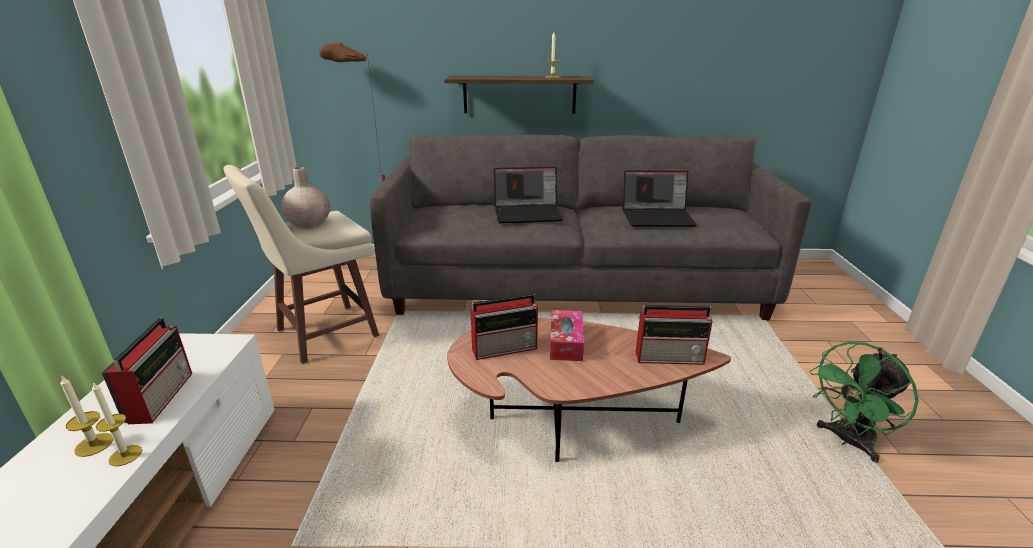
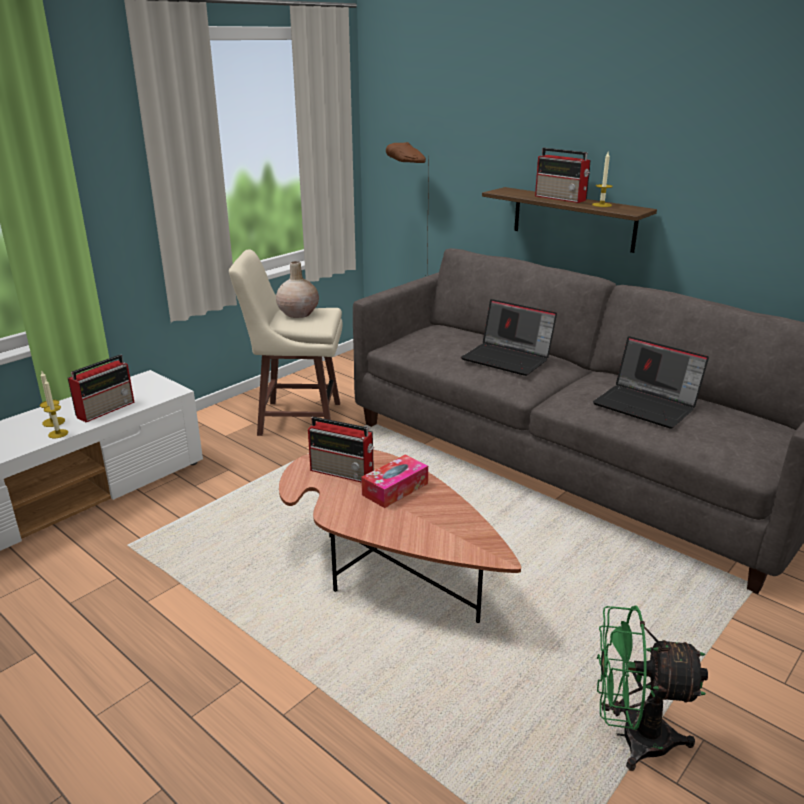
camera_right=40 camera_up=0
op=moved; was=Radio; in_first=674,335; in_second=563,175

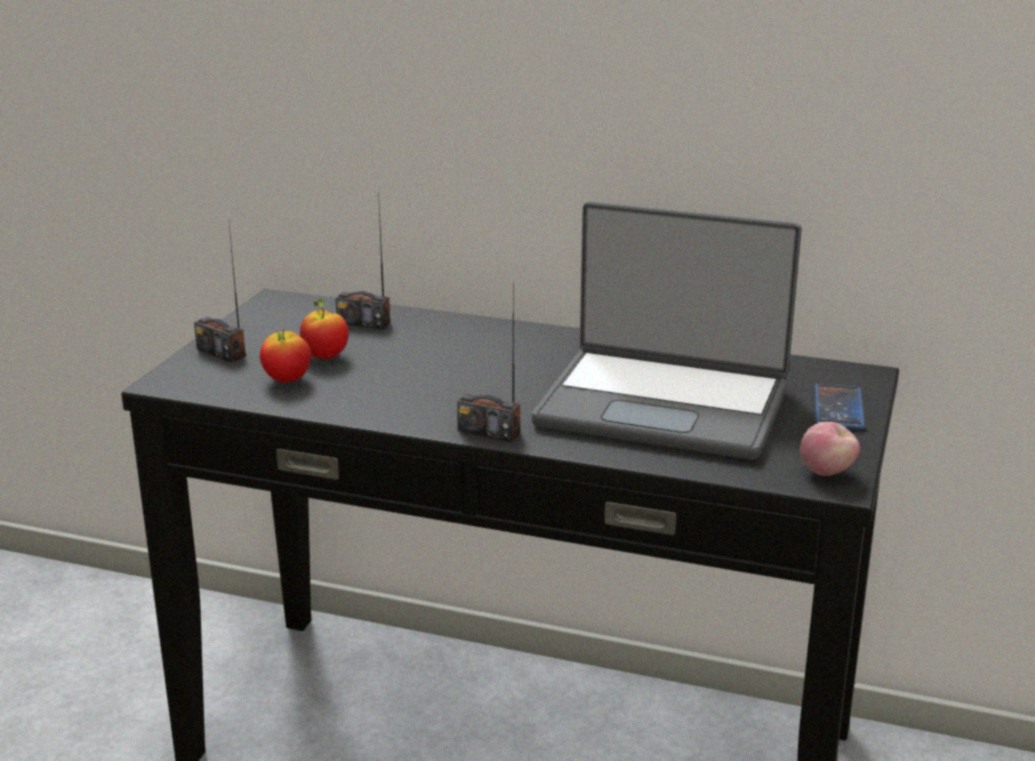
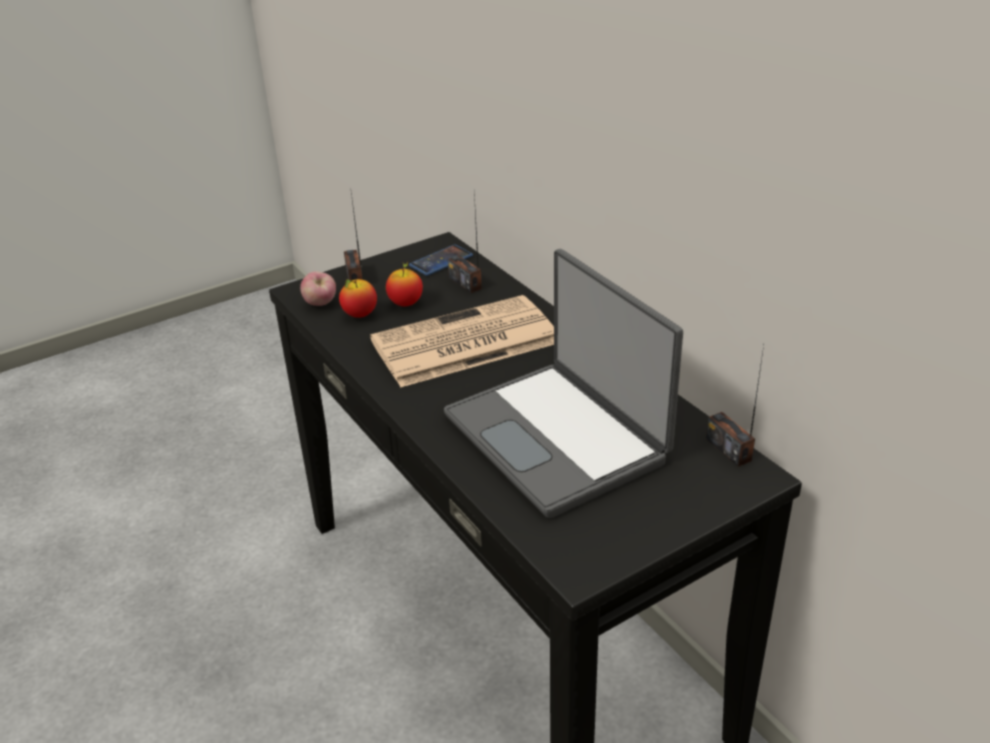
camera_right=40 camera_up=10
op=moved; was=Apfel; in_first=830,449; in_second=318,288
op=added; now=Zeitung; in_second=462,341
op=moved; was=Handy; in_first=840,406; in_second=441,260
op=moved; was=Radio; in_first=488,367; in_second=735,406

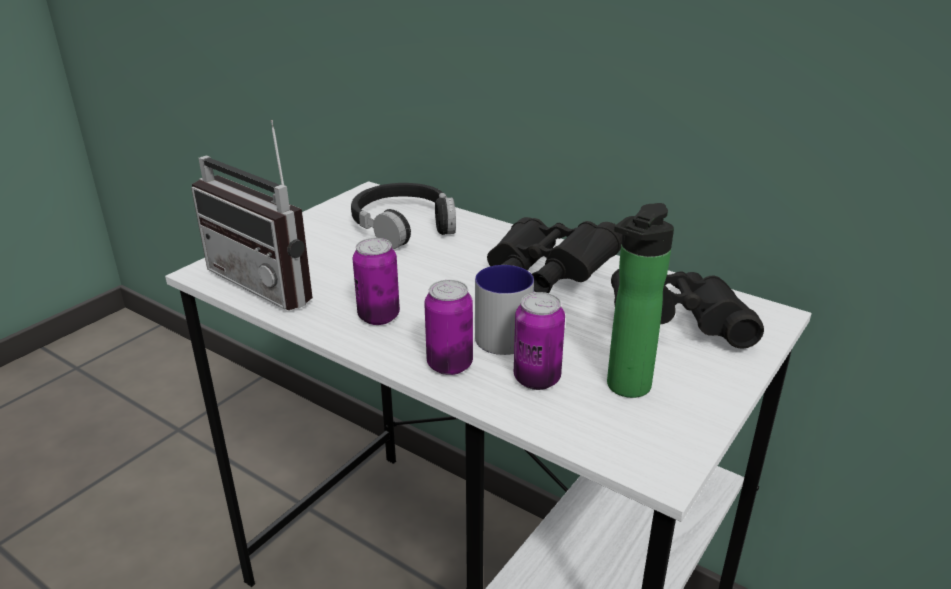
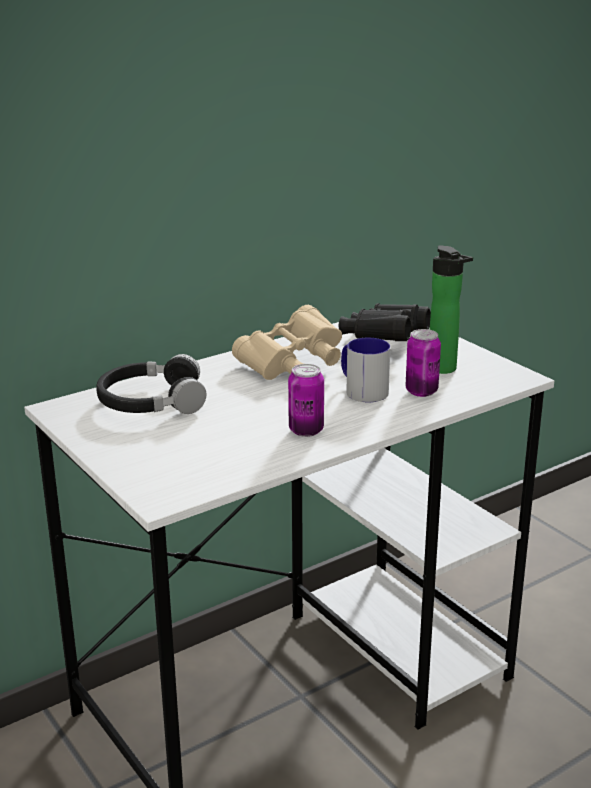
camera_right=-70 camera_up=-5
op=recoloured; was=Fernglas (schwarz); now=Fernglas (beige); in_first=554,255; in_second=287,342
op=removed; was=Radio; in_first=252,215
op=removed; was=Dose; in_first=448,327

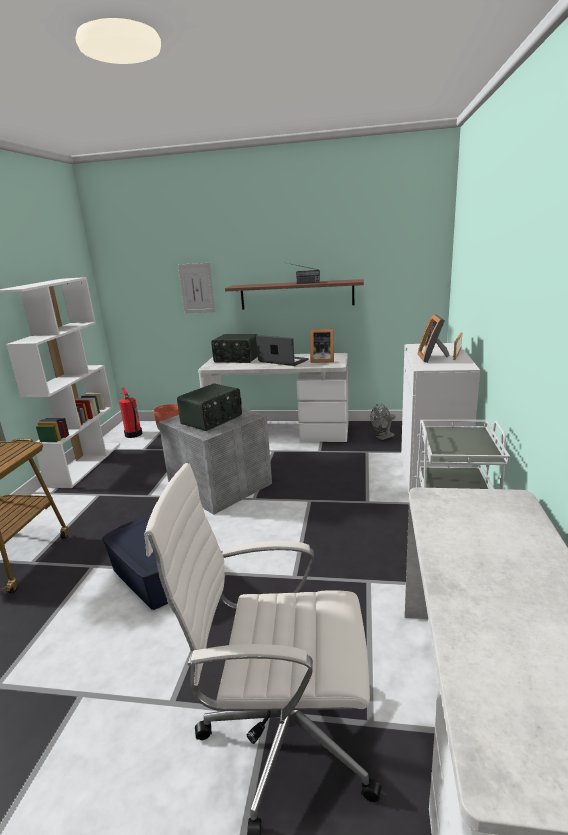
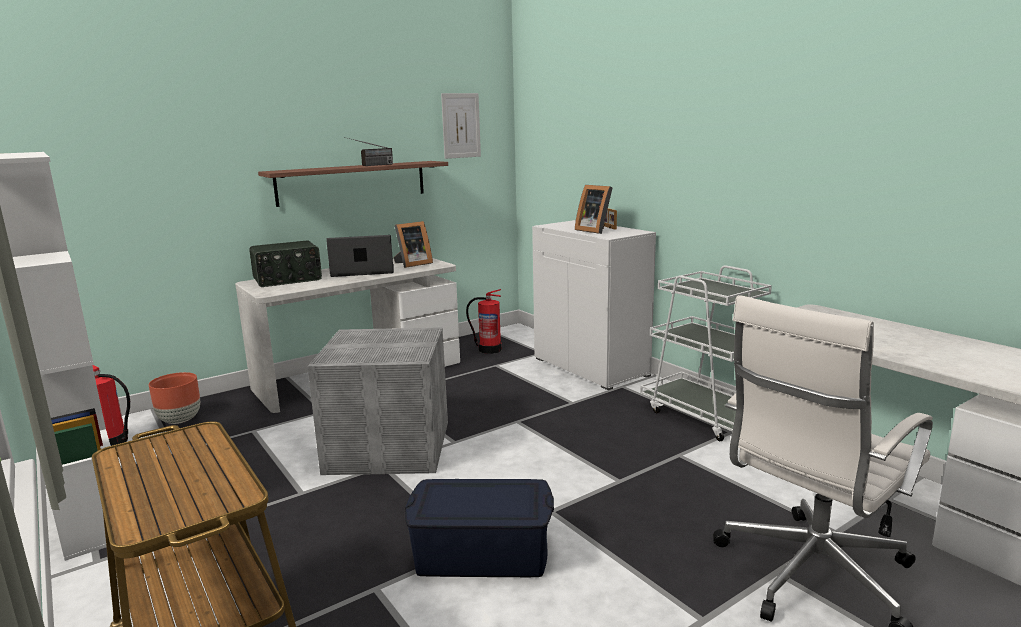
camera_right=-45 camera_up=-5
op=moved; was=Bild; in_first=197,288; in_second=461,126
op=replaced; was=Ventilator (grau); now=Feuerlöscher; in_first=382,422; in_second=484,321
op=removed; was=Radio; in_first=209,407

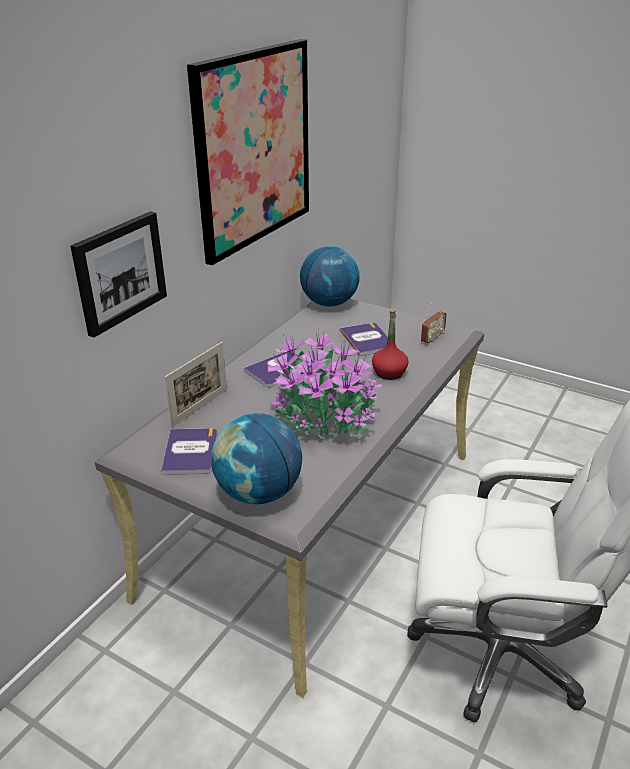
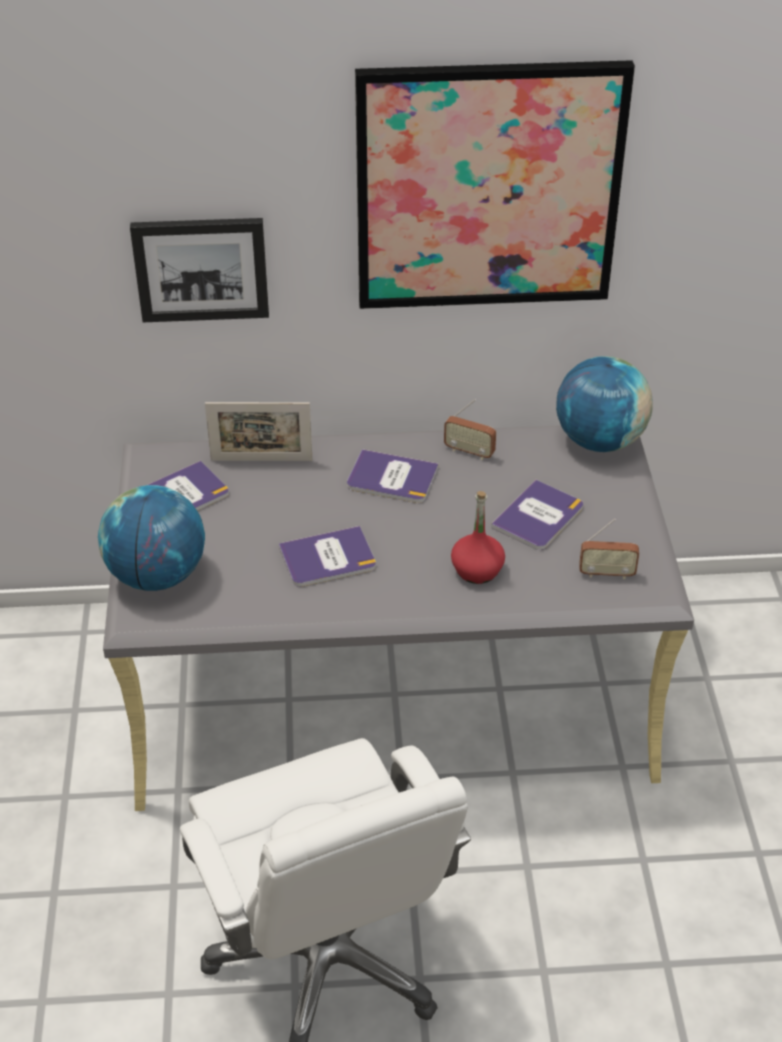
camera_right=55 camera_up=10
op=replaced; was=Topfpflanze; now=Buch; in_first=325,383; in_second=327,556
op=added; now=Radio; in_second=470,429

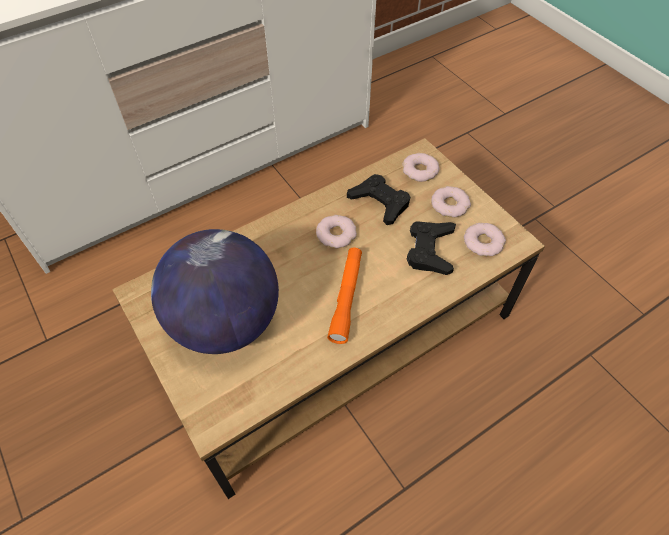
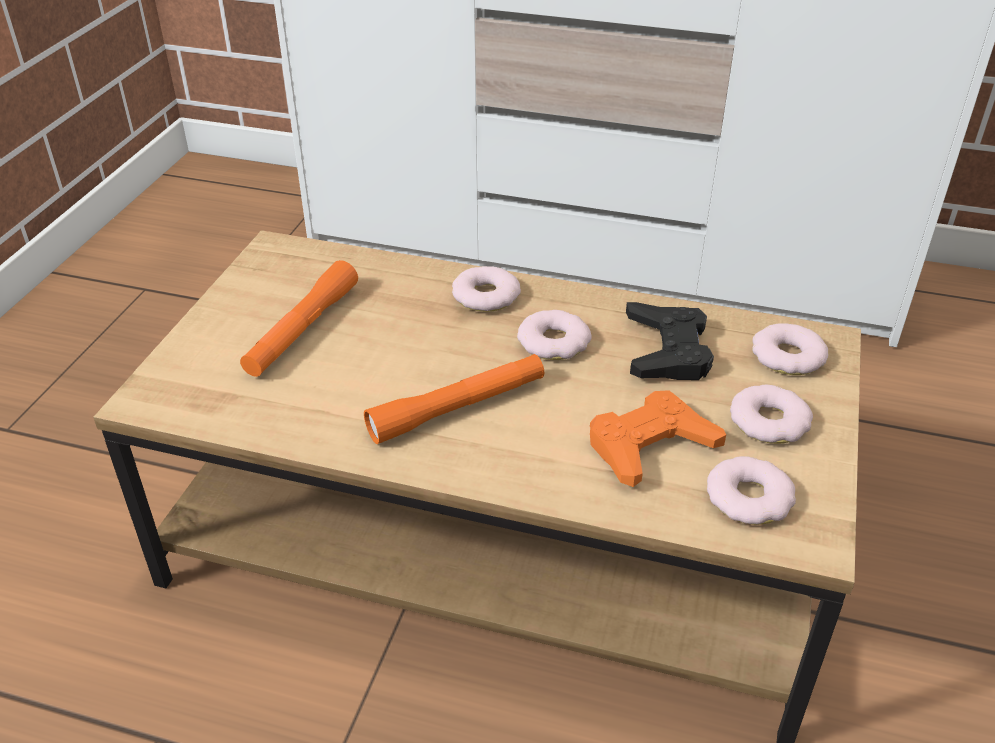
camera_right=50 camera_up=-15
op=replaced; was=Globus; now=Taschenlampe (orange); in_first=215,291; in_second=299,318
op=added; now=Donut; in_second=486,289
op=recoloured; was=Gamepad (schwarz); now=Gamepad (orange); in_first=431,248; in_second=658,438

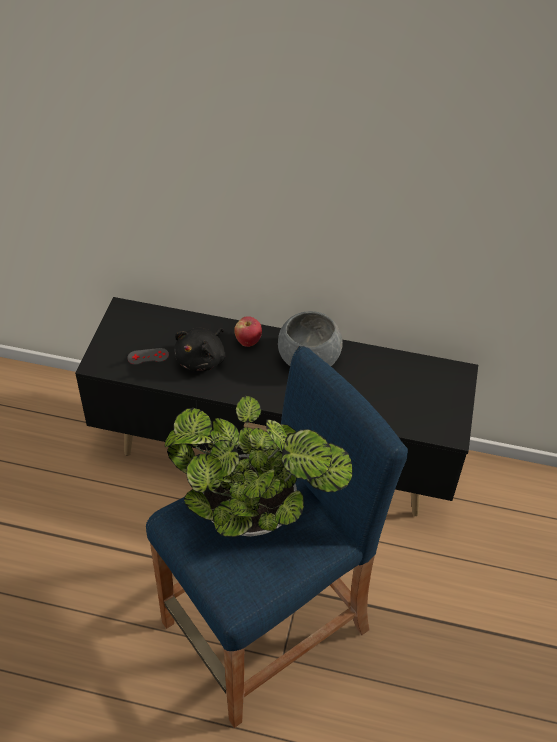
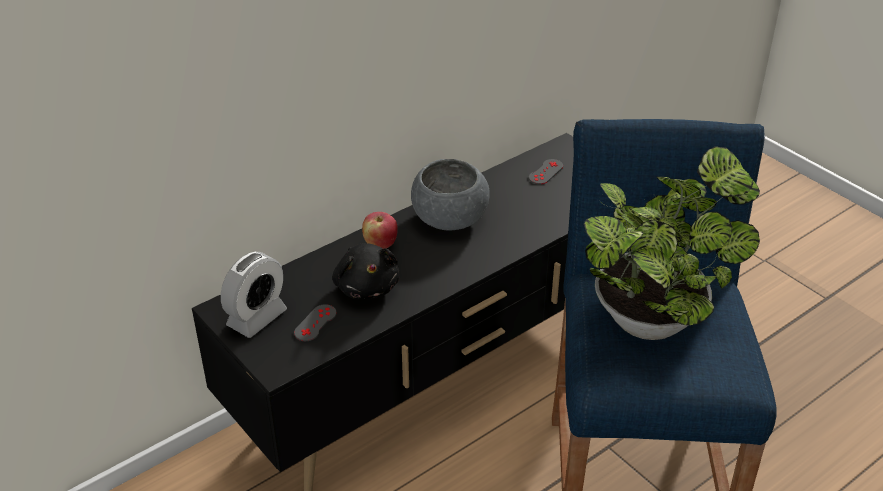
camera_right=-50 camera_up=-10
op=added; now=Wecker; in_second=254,295
op=added; now=Gamepad (grau); in_second=546,172

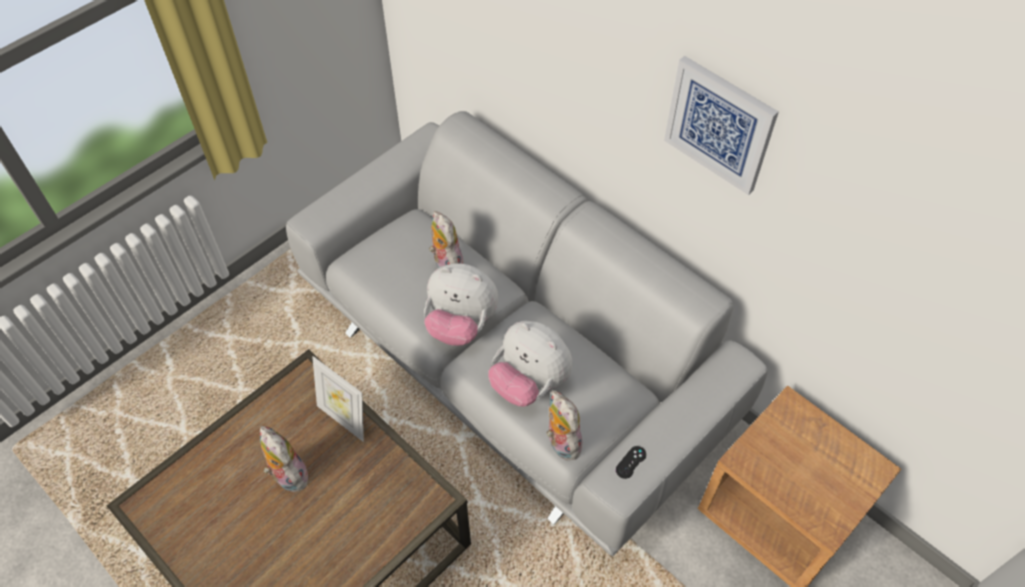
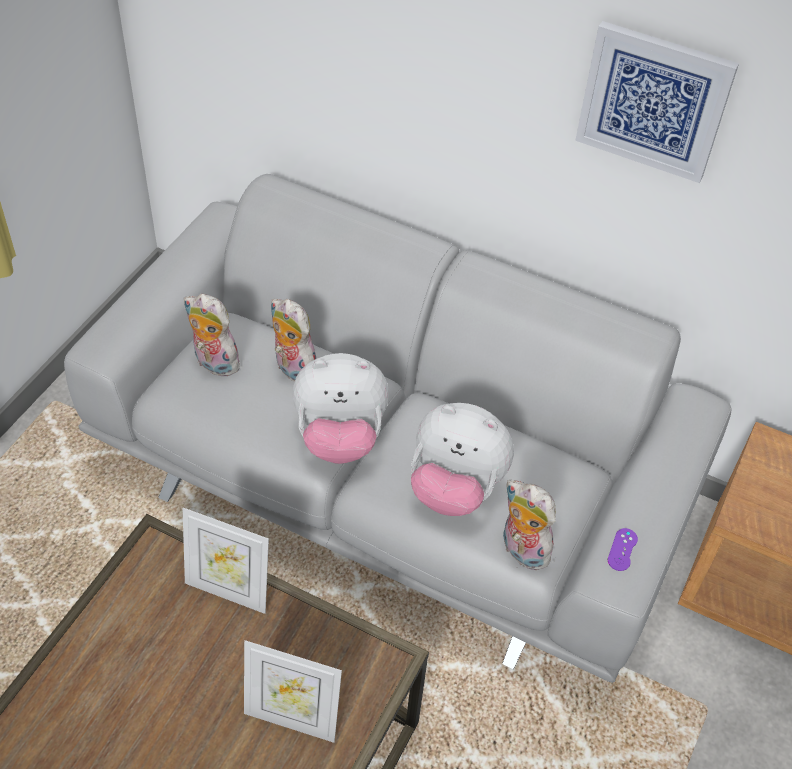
camera_right=-20 camera_up=-5
op=moved; was=Plüschtier; in_first=284,459; in_second=214,335
op=added; now=Bilderrahmen; in_second=293,691
op=recoloured; was=Gamepad (schwarz); now=Gamepad (lila); in_first=631,462; in_second=623,549

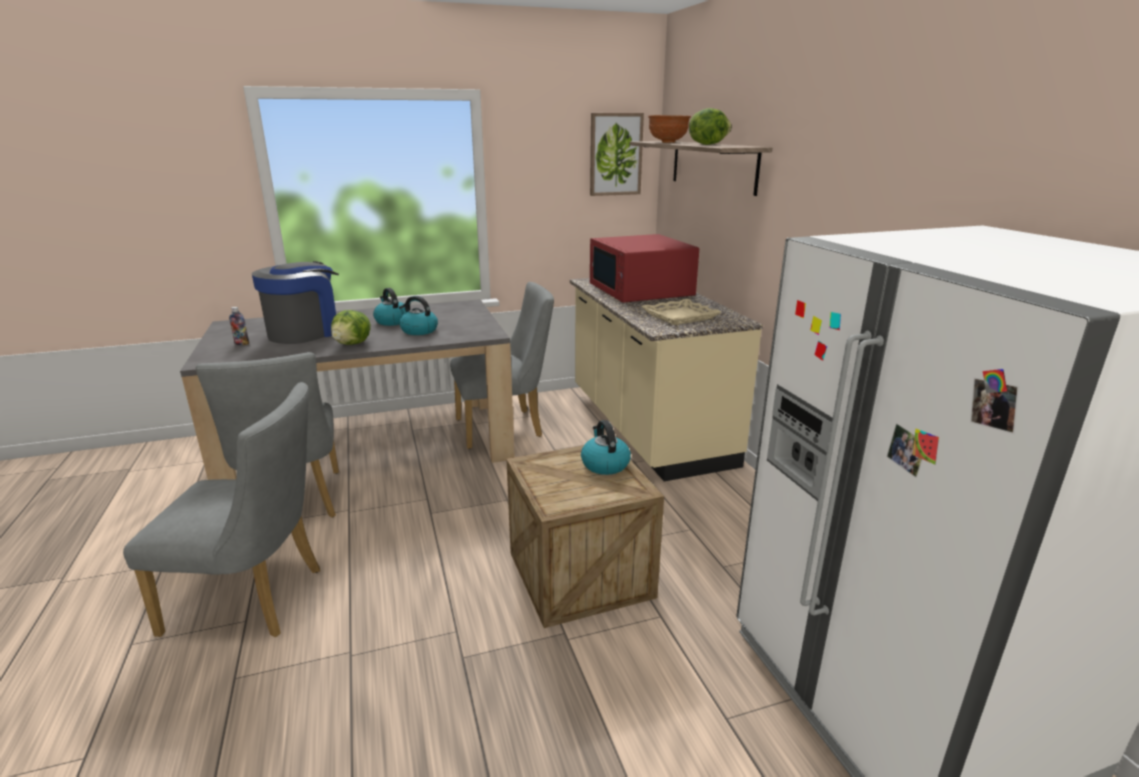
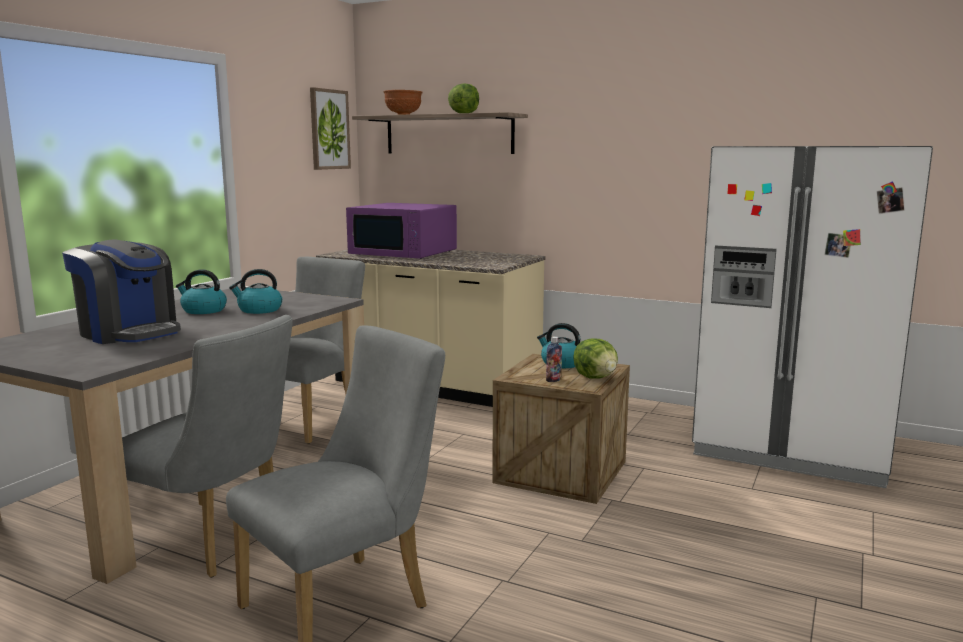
camera_right=-45 camera_up=-10
op=turned; was=Kaffeemaschine; in_first=295,302; in_second=121,292; clockwise=135
op=recoloured; was=Mikrowelle (rot); now=Mikrowelle (lila); in_first=644,268; in_second=401,231
op=moved; was=Flasche; in_first=239,326; in_second=554,359
op=moved; was=Salatkopf; in_first=351,327; in_second=595,358
op=removed; was=Tablett (beige); in_first=681,312

